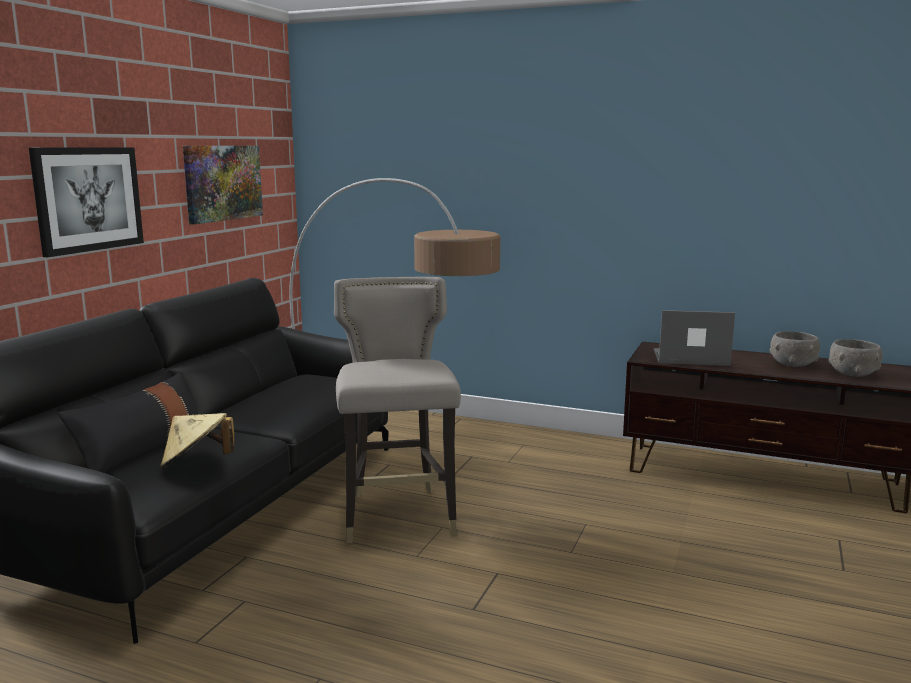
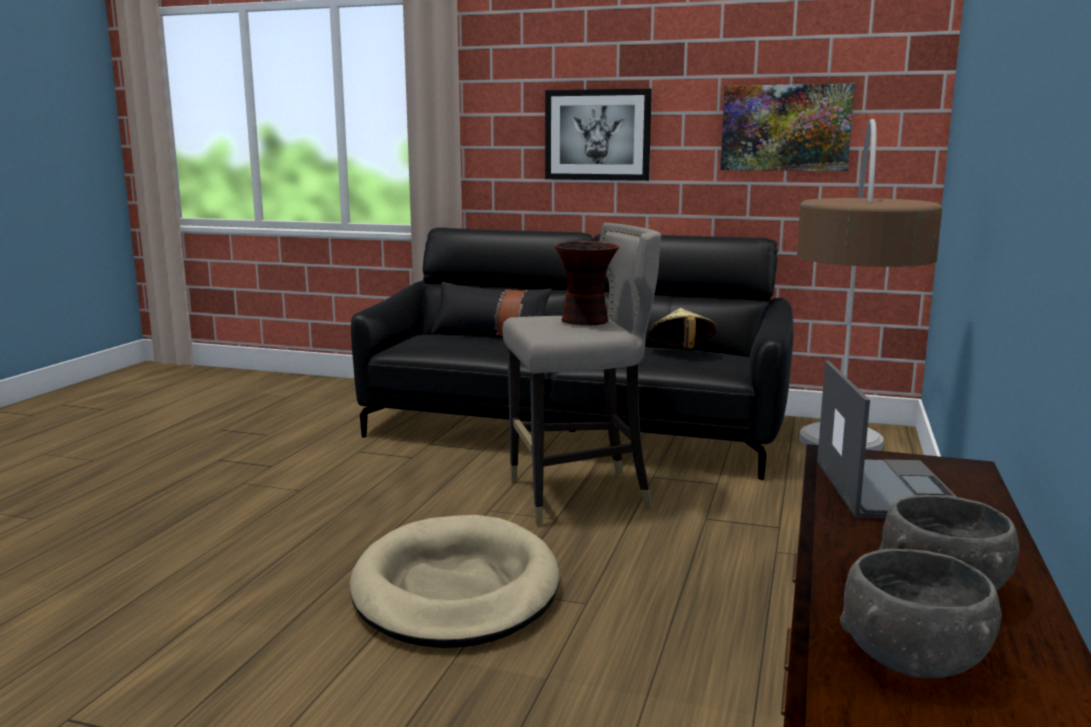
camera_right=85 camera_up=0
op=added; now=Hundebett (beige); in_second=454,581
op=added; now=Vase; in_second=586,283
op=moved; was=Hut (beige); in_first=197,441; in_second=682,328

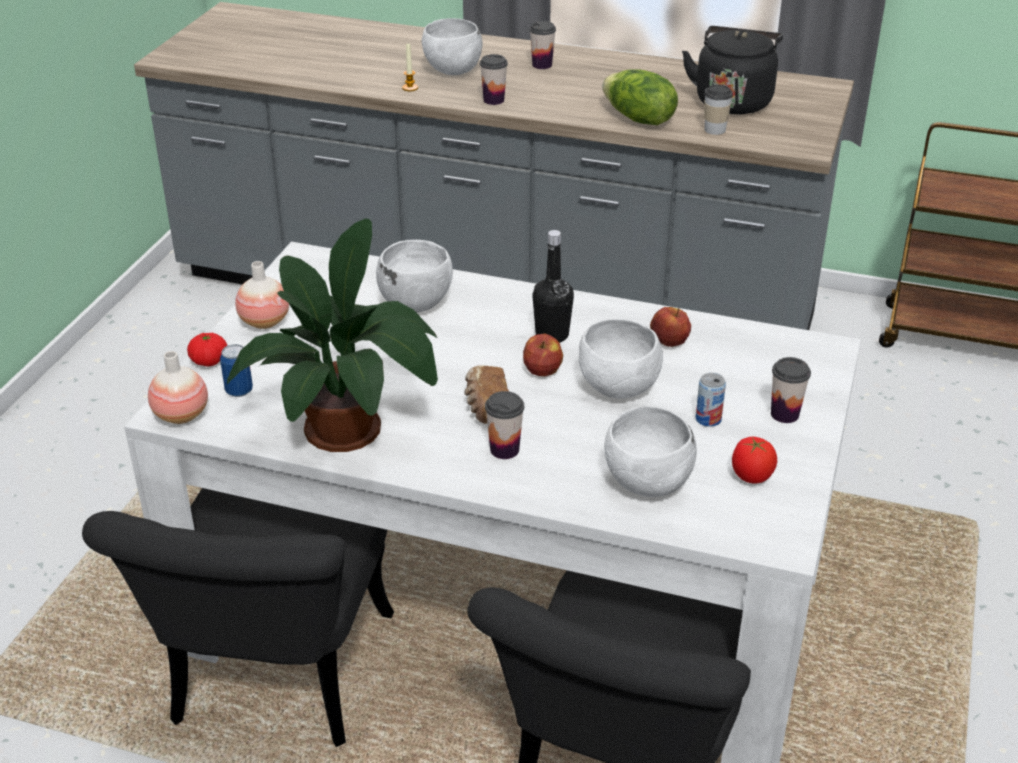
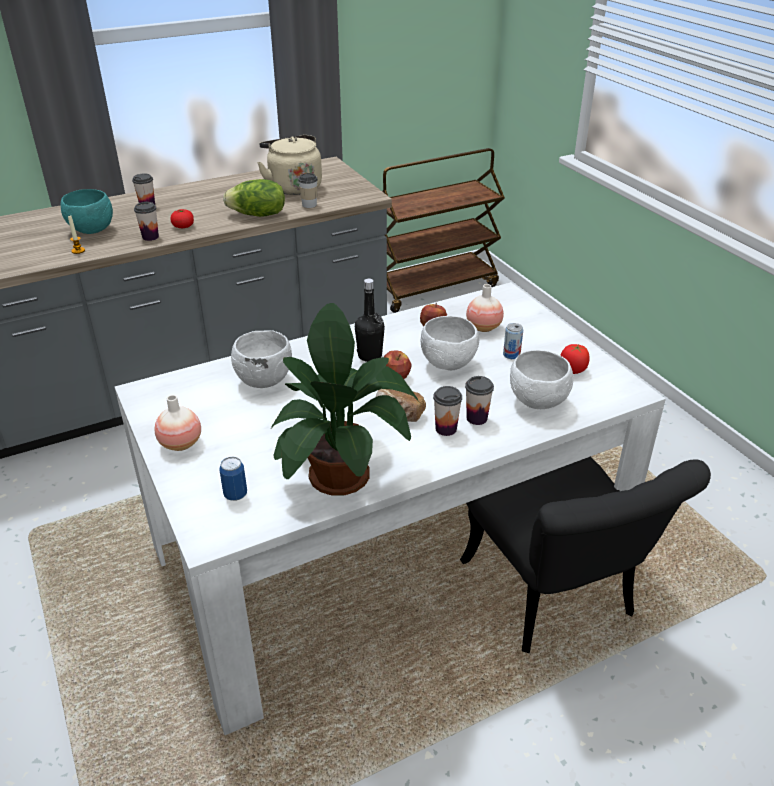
camera_right=-45 camera_up=0
op=recoloured; was=Schüssel (weiß); now=Schüssel (türkis); in_first=452,46; in_second=87,211
op=moved; was=Tomate; in_first=207,350; in_second=182,218
op=recoloured; was=Wasserkessel (schwarz); now=Wasserkessel (beige); in_first=732,70; in_second=289,165
op=moved; was=Tasse; in_first=791,390; in_second=479,400
op=moved; was=Vase; in_first=178,387; in_second=485,308
op=removed; was=Stuhl (schwarz); in_first=238,617

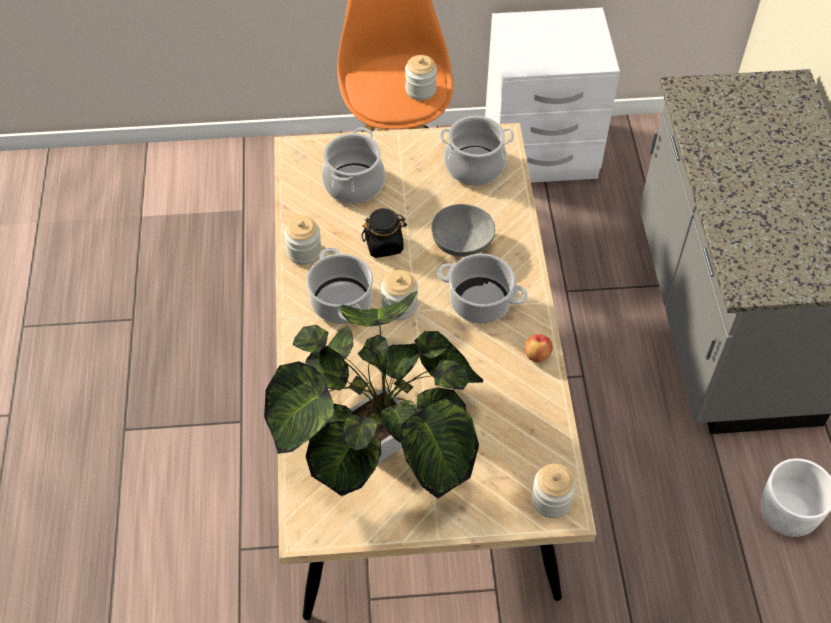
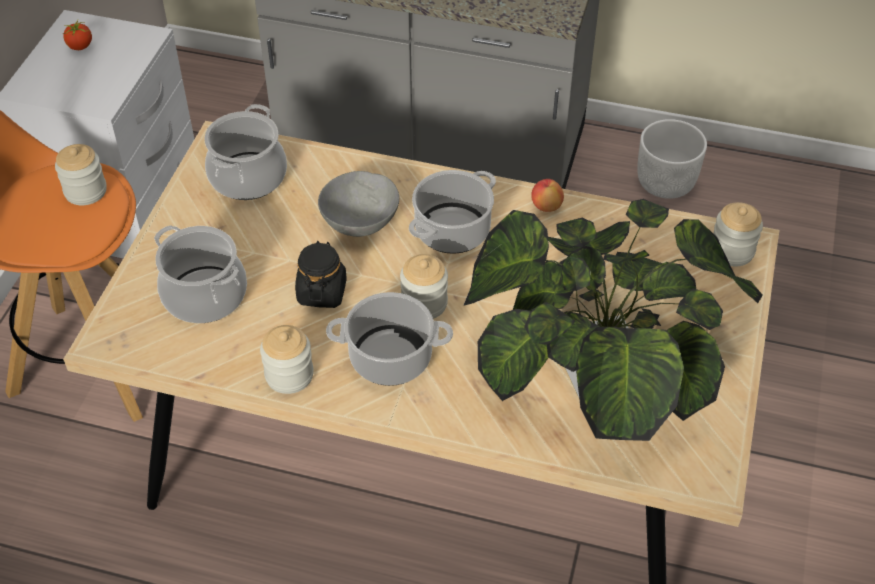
camera_right=-70 camera_up=-5
op=added; now=Tomate; in_second=77,35

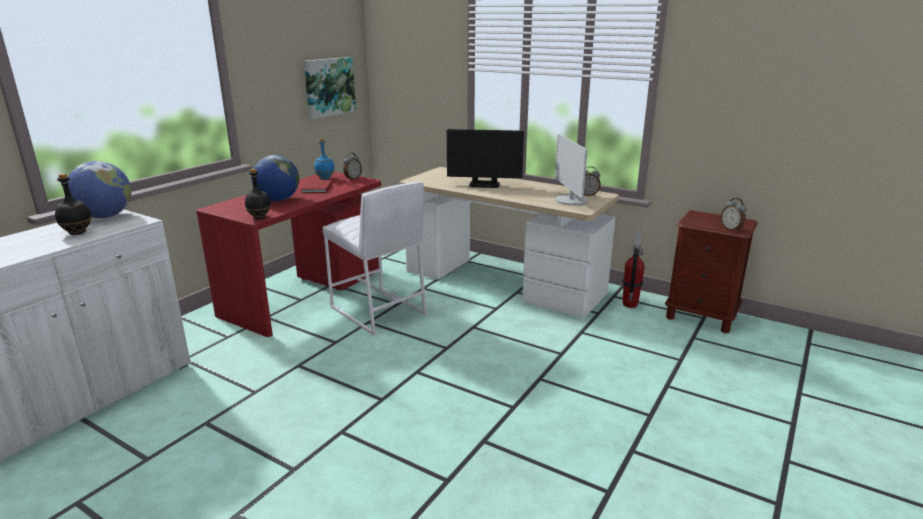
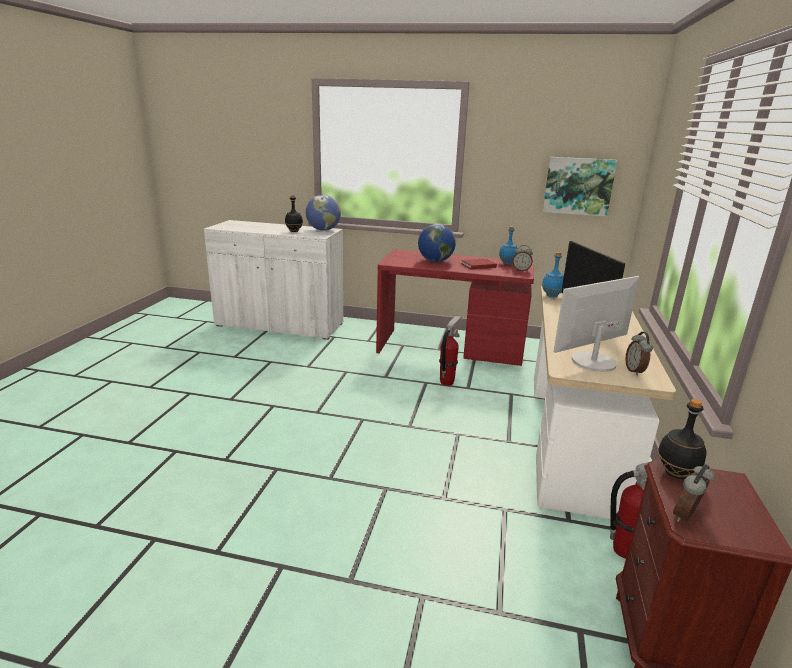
camera_right=70 camera_up=0
op=replaced; was=Hocker (weiß); now=Feuerlöscher; in_first=375,258; in_second=450,350
op=added; now=Flasche (blau); in_second=553,275
op=moved; was=Flasche (schwarz); in_first=258,194; in_second=681,439

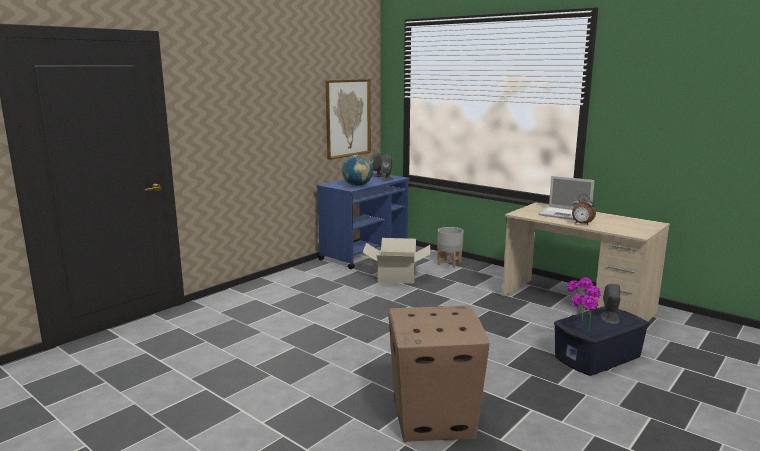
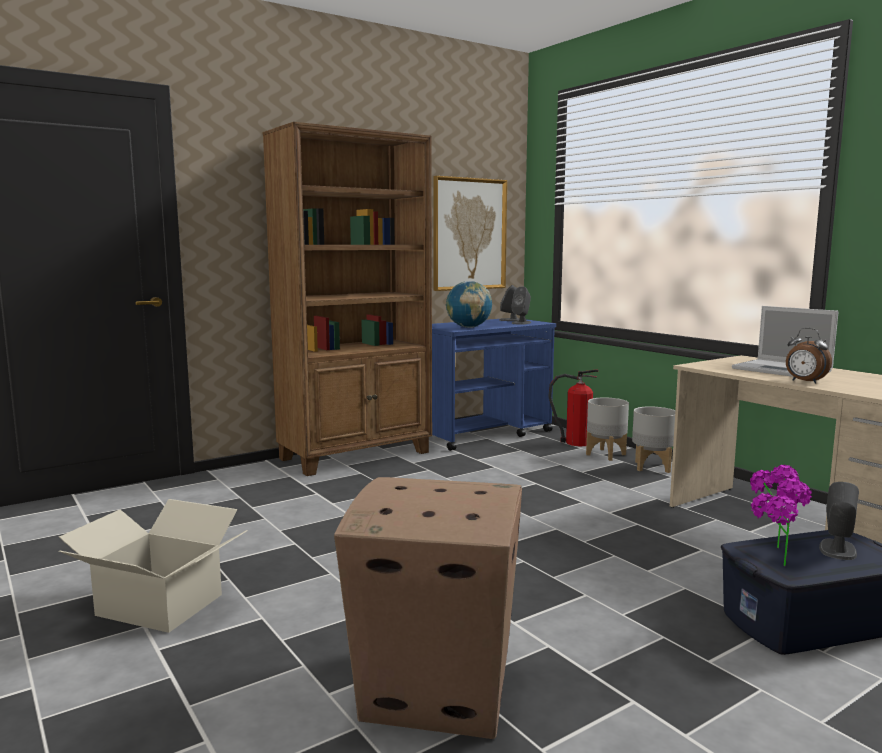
camera_right=15 camera_up=-5
op=moved; was=Karton; in_first=396,261; in_second=153,566
op=added; now=Bücherregal (braun); in_second=347,299
op=added; now=Feuerlöscher; in_second=573,408
op=added; now=Pflanzkübel (grau); in_second=653,439

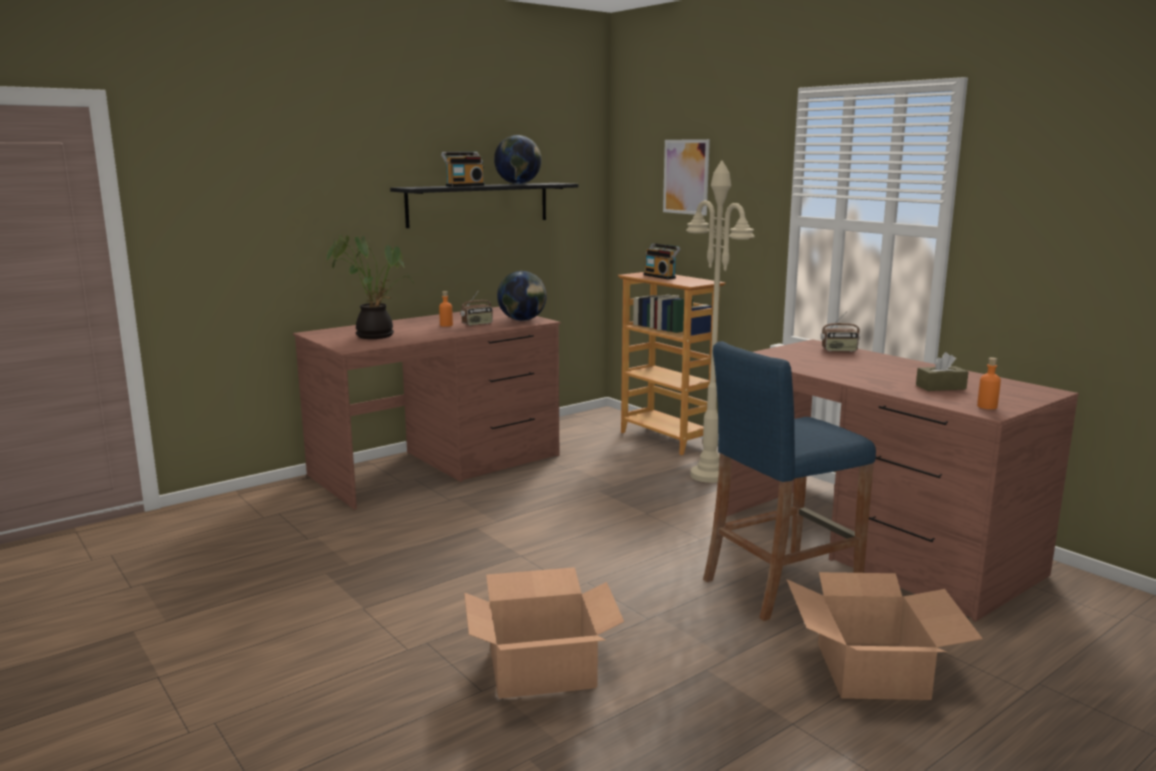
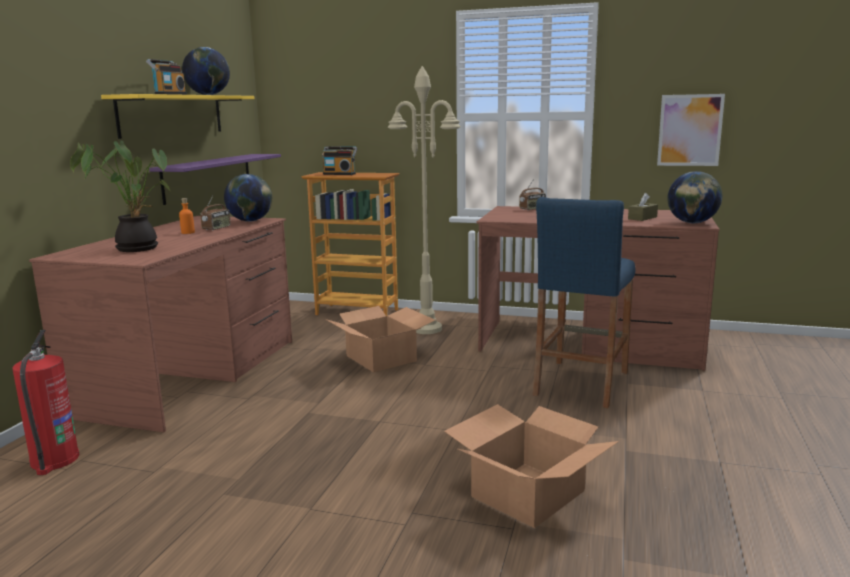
camera_right=-35 camera_up=0
op=added; now=Feuerlöscher; in_second=46,402
op=recoloured; was=Wandregal (schwarz); now=Wandregal (gelb); in_first=484,205; in_second=178,116
op=added; now=Wandregal (lila); in_second=215,179
op=moved; was=Karton; in_first=884,636; in_second=380,339
op=moved; was=Bild; in_first=686,177; in_second=691,130
op=replaced; was=Flasche (orange); now=Globus; in_first=989,383; in_second=695,197

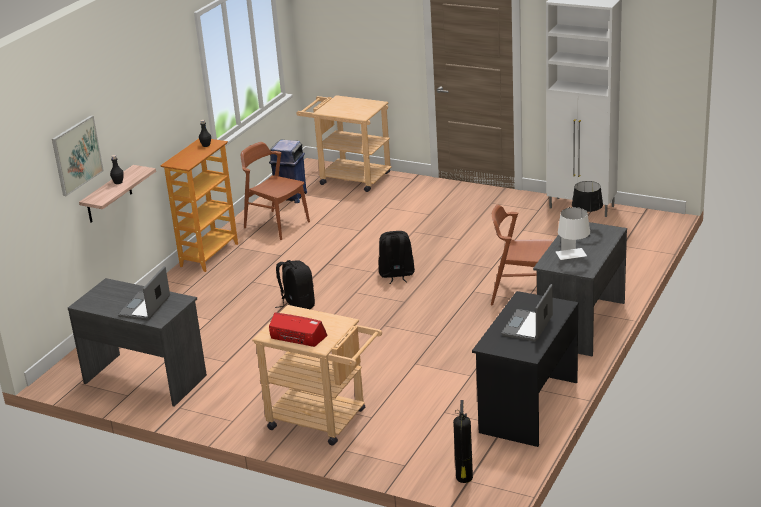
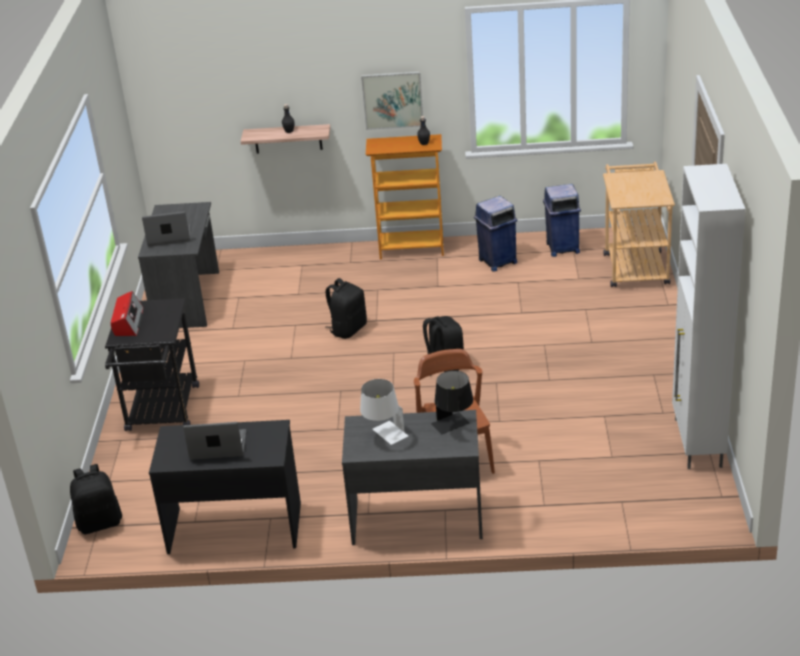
camera_right=65 camera_up=5
op=replaced; was=Feuerlöscher; now=Rucksack (schwarz); in_first=463,441; in_second=96,499
op=recoloured; was=Rollwagen (beige); now=Rollwagen (schwarz); in_first=317,375; in_second=152,364
op=moved; was=Bild; in_first=78,155; in_second=392,100
op=replaced; was=Stuhl (braun); now=Mülleimer (blau); in_first=275,191; in_second=496,234

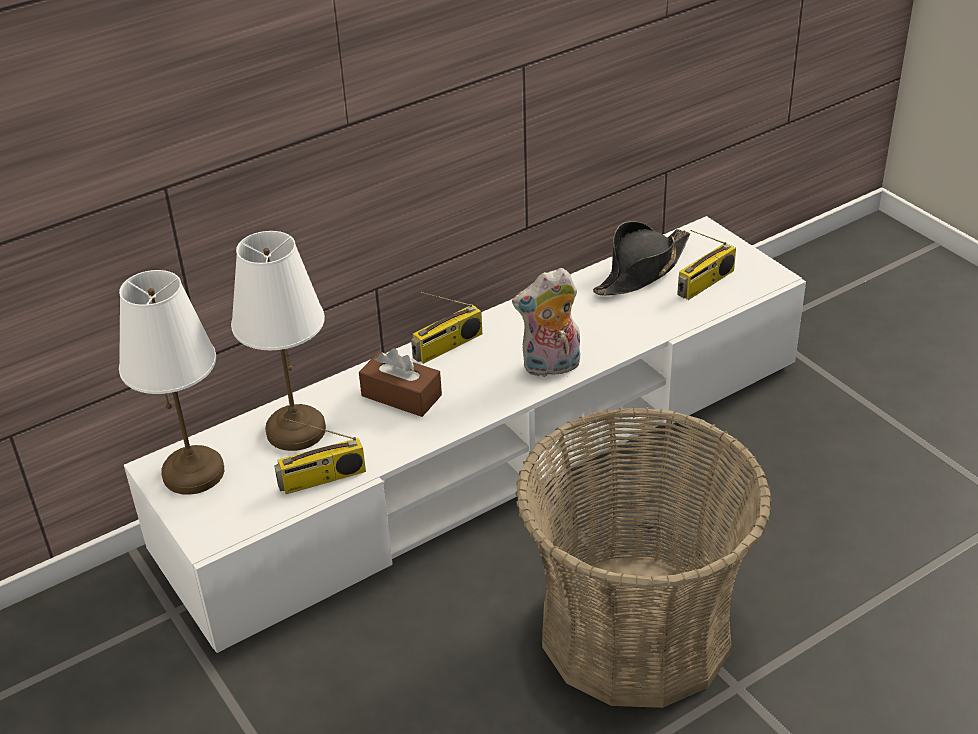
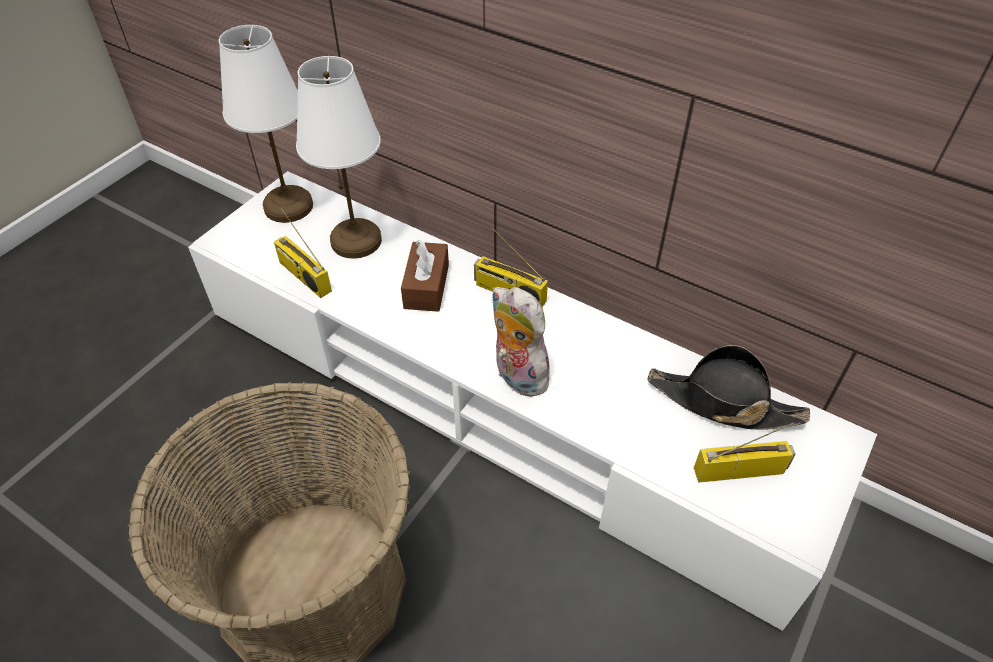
camera_right=65 camera_up=10
op=turned; was=Radio; in_first=706,265; in_second=745,452; clockwise=150

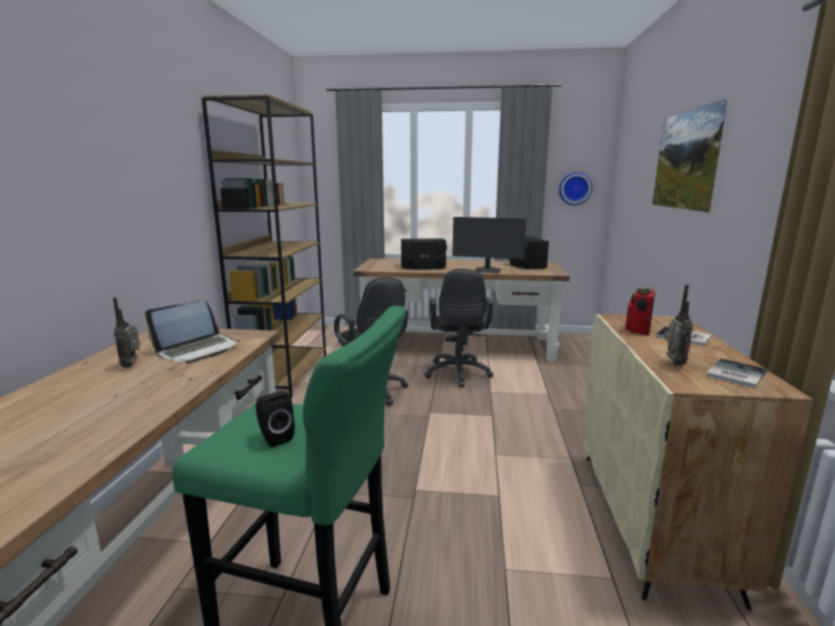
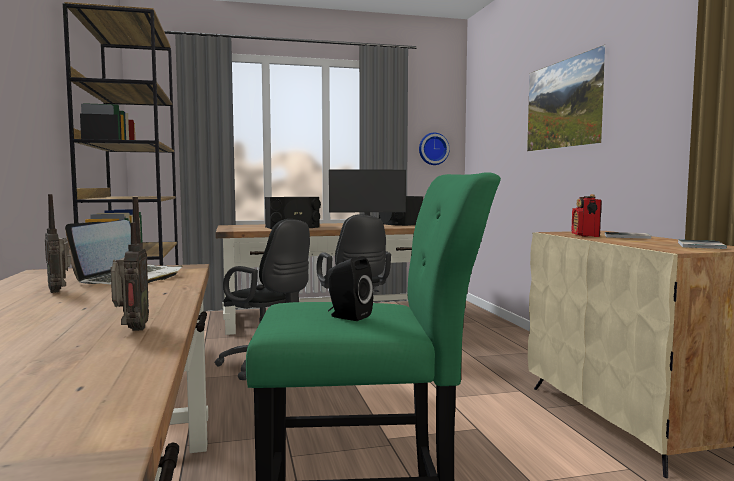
camera_right=-20 camera_up=-10
op=moved; was=Radio; in_first=678,324; in_second=129,264

